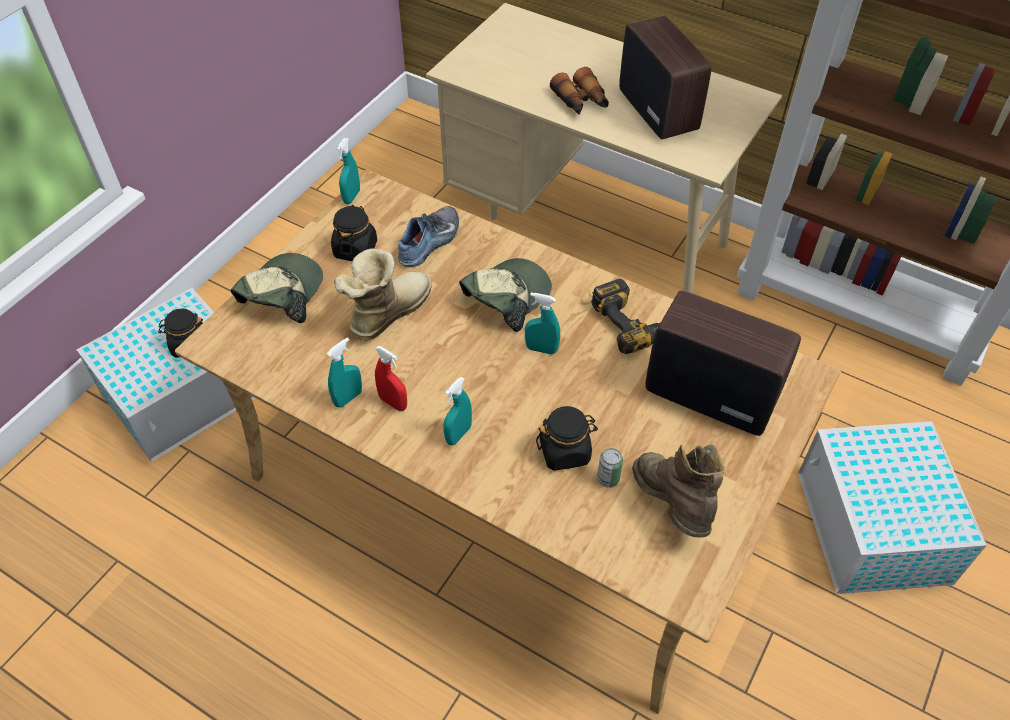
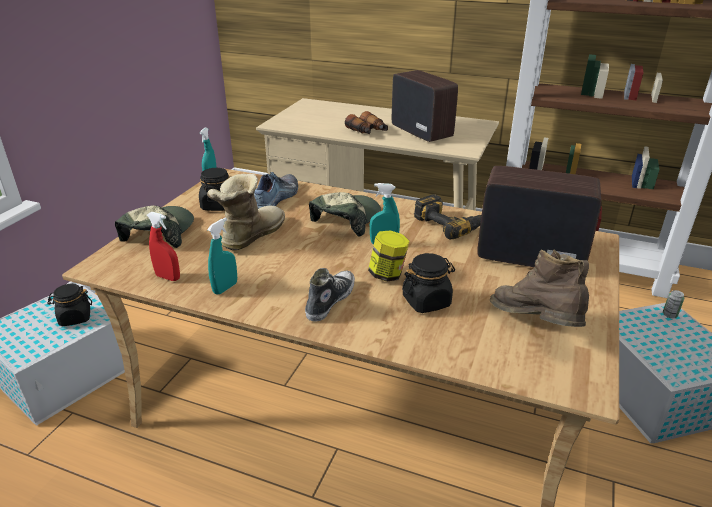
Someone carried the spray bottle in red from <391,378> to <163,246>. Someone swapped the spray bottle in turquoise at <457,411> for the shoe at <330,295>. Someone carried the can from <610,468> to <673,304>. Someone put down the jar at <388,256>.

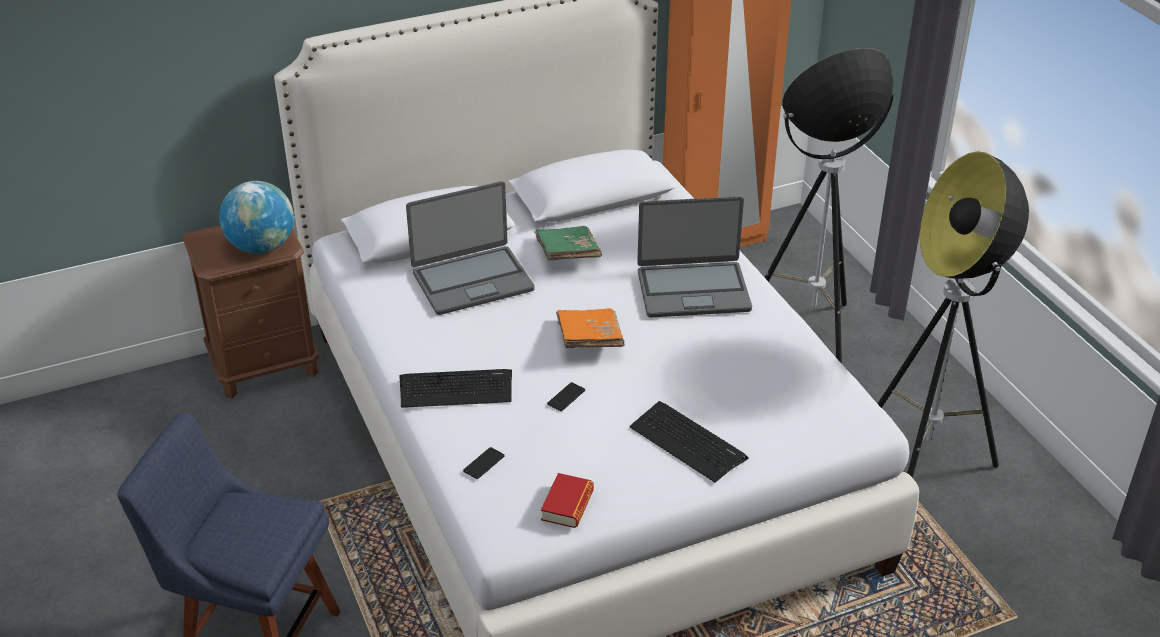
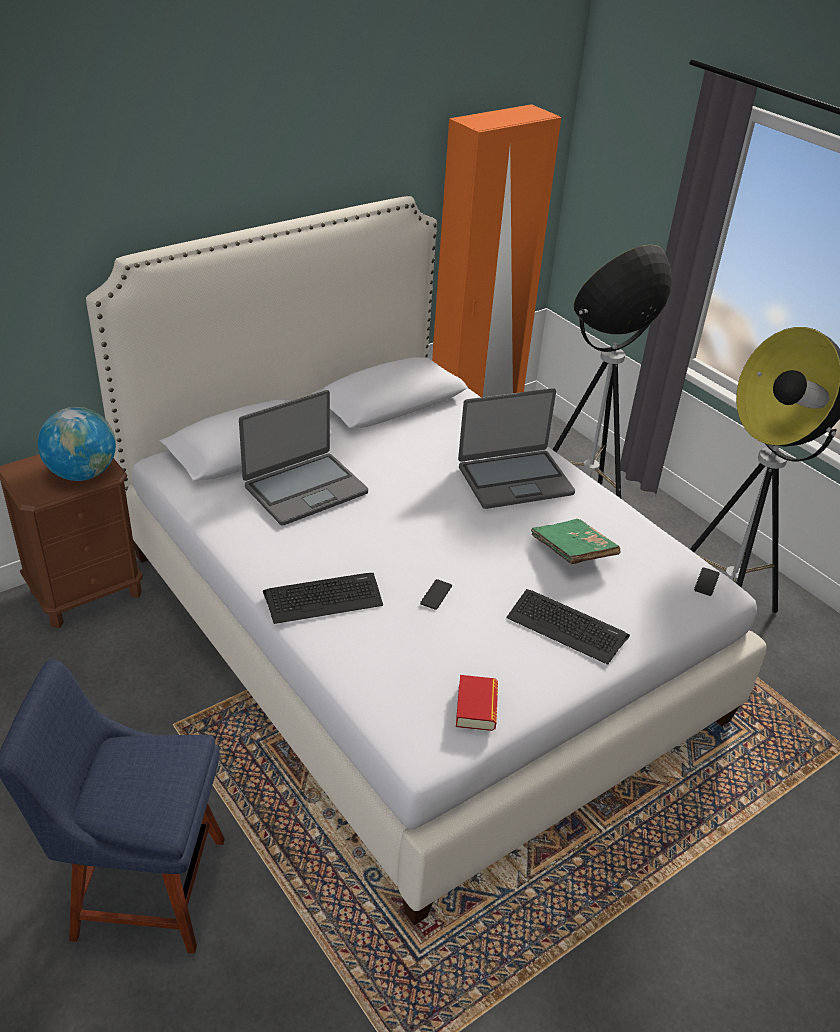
Someone carried the book in green from <568,243> to <575,541>. Someone took away the book in orange at <590,328>. Someone carried the phone from <484,463> to <707,581>.

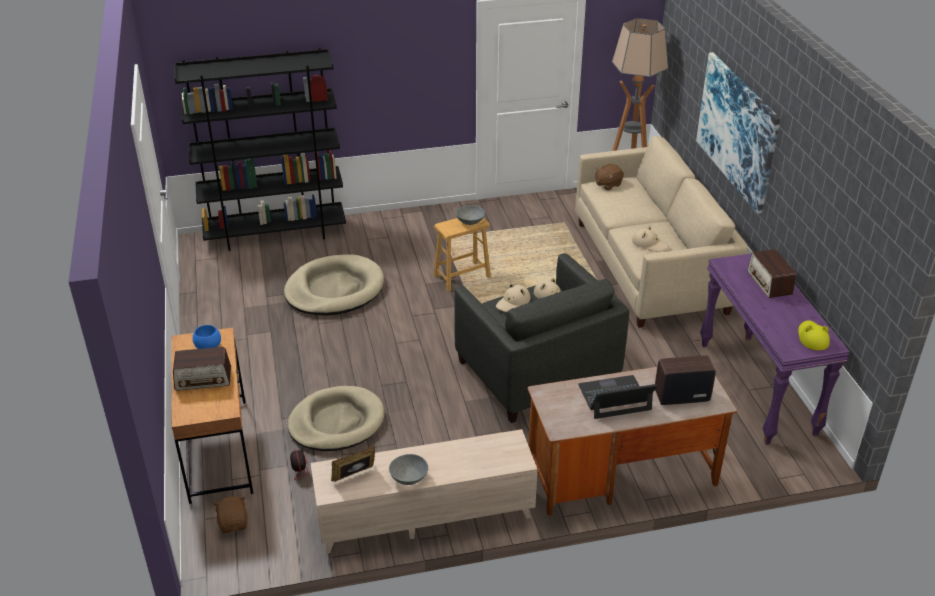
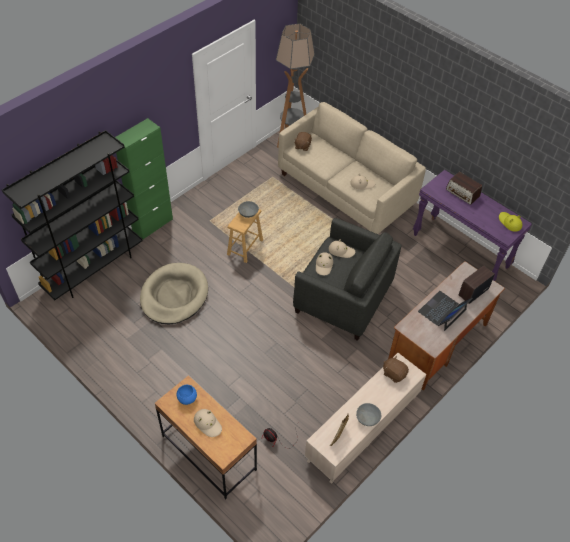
Someone took away the picture at <738,133>. Someone swapped the radio at <202,369> for the hat in beige at <208,423>. Someone took away the dog bed in beige at <336,418>. Someone carried the plush toy in brown from <230,515> to <396,369>. Someone put down the cabinet in green at <144,179>.

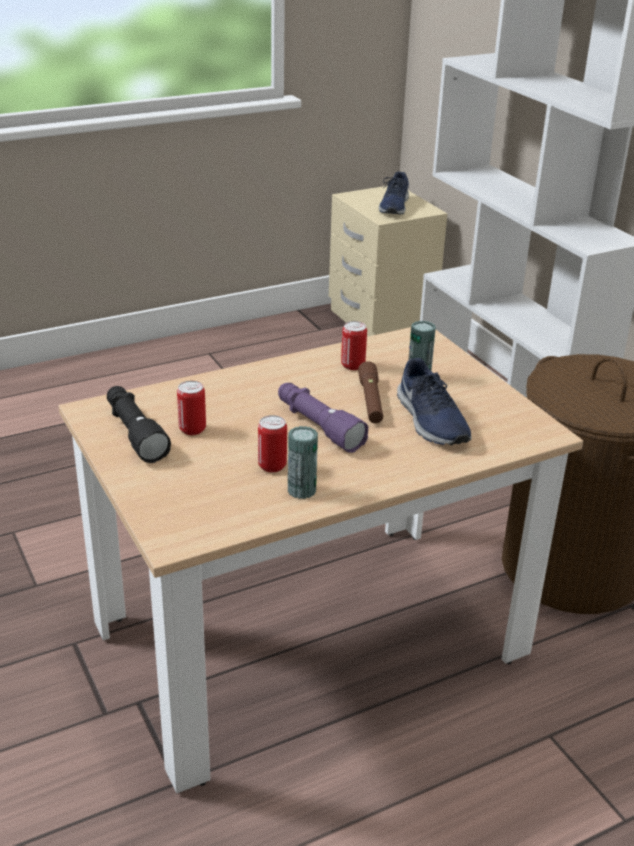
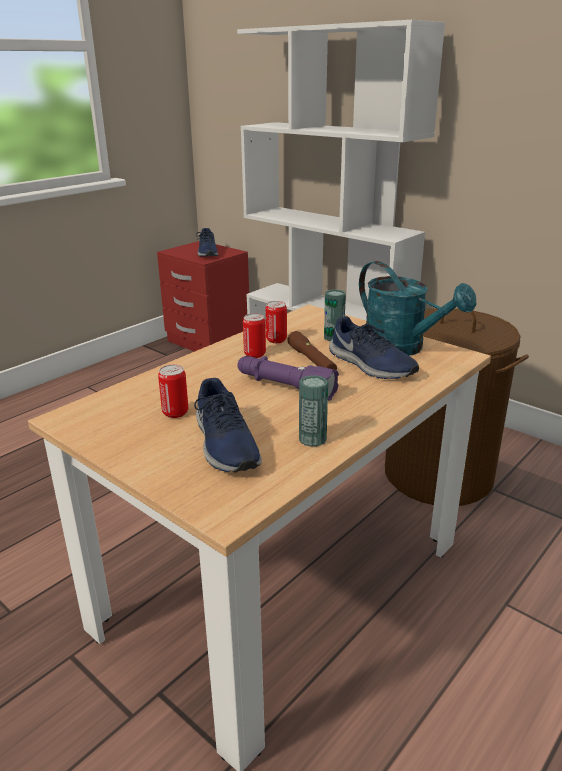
Someone repainted the nightstand in beige at <388,261>, which became the nightstand in red at <203,296>. Someone took away the flashlight in black at <139,424>. Someone carried the can from <272,443> to <254,336>. Someone put down the watering can in turquoise at <417,308>. Someone put down the shoe in blue at <228,425>.

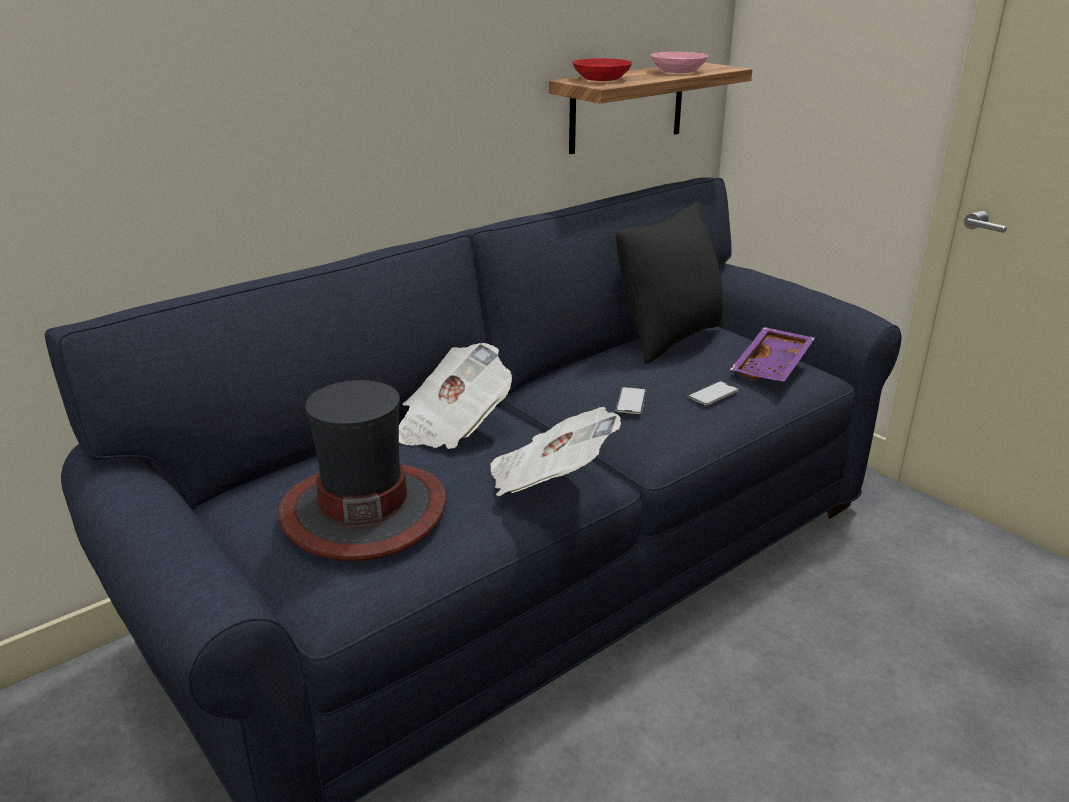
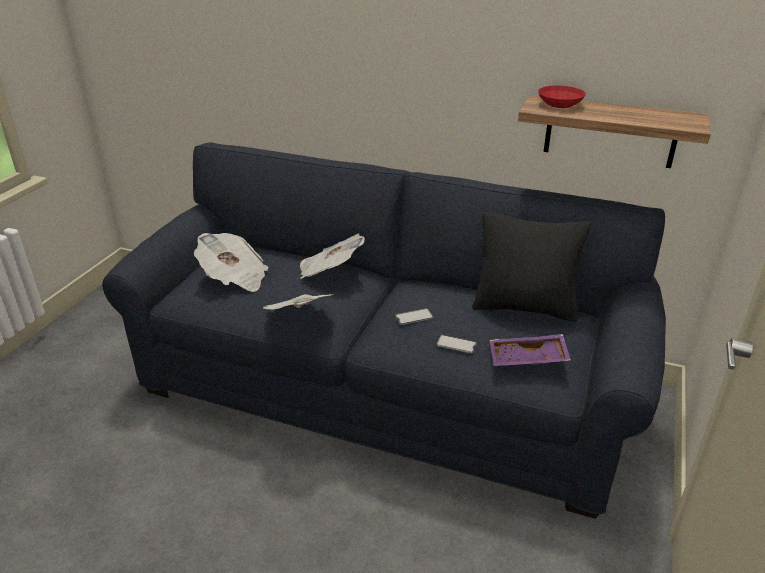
Someone took away the bowl in pink at <679,62>. Someone swapped the hat at <362,470> for the newspaper at <231,262>.

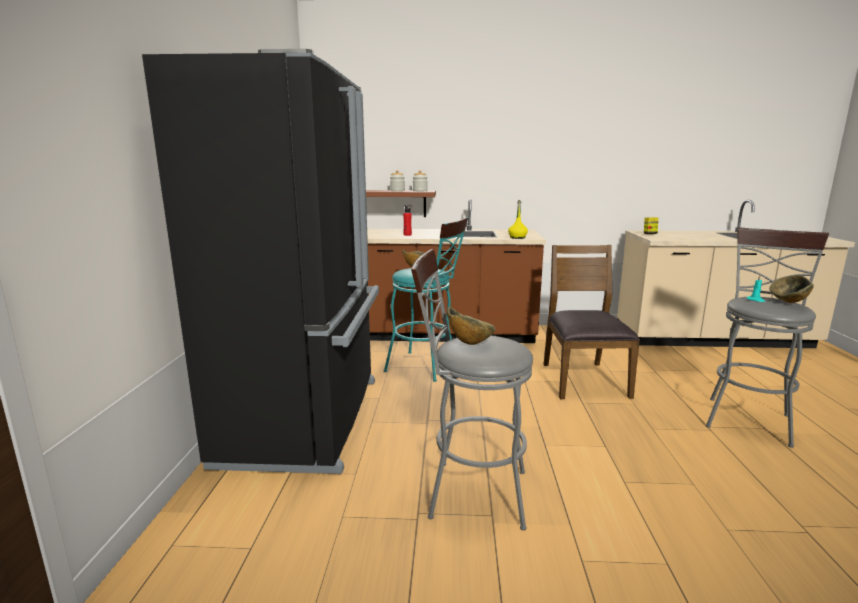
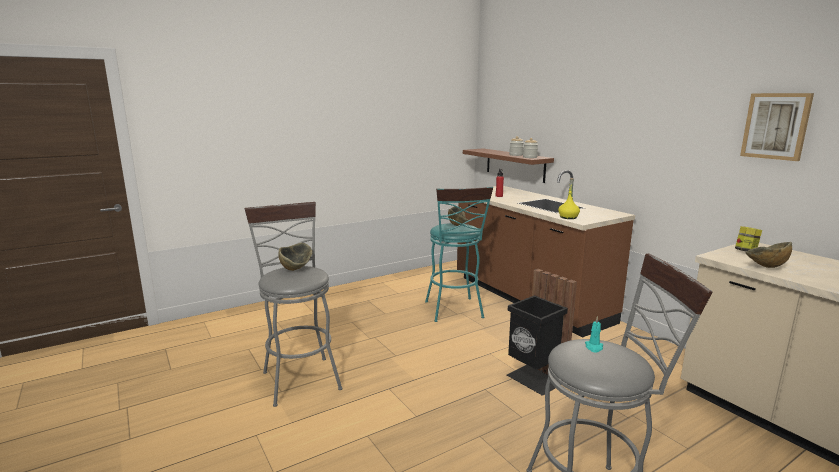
Someone took away the fridge in black at <260,261>. Someone swapped the chair in brown at <592,322> for the trash can in black at <542,332>. Someone carried the bowl from <791,289> to <768,255>. Someone put up the picture at <777,127>.

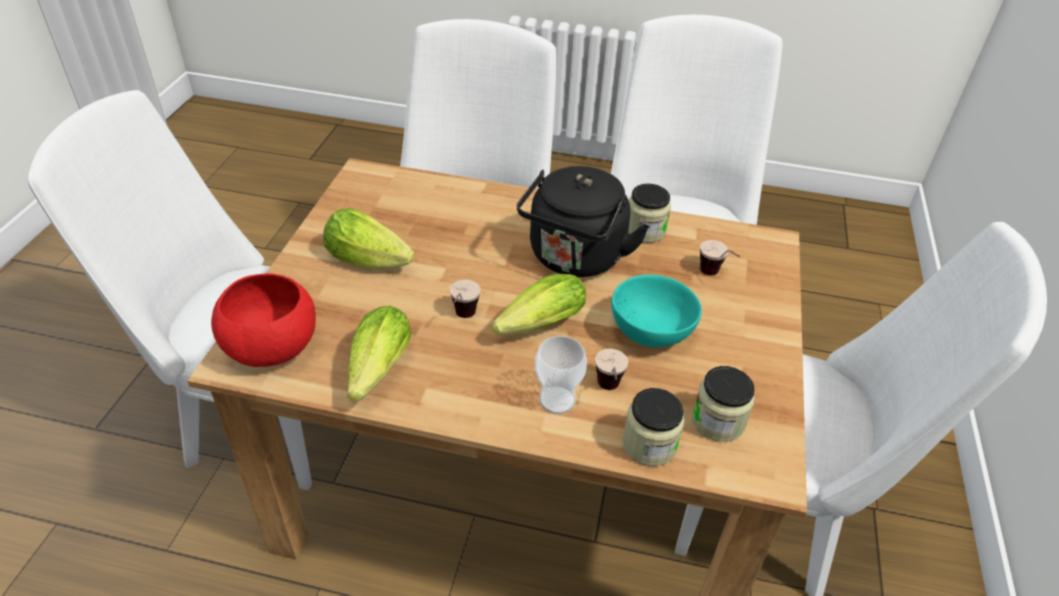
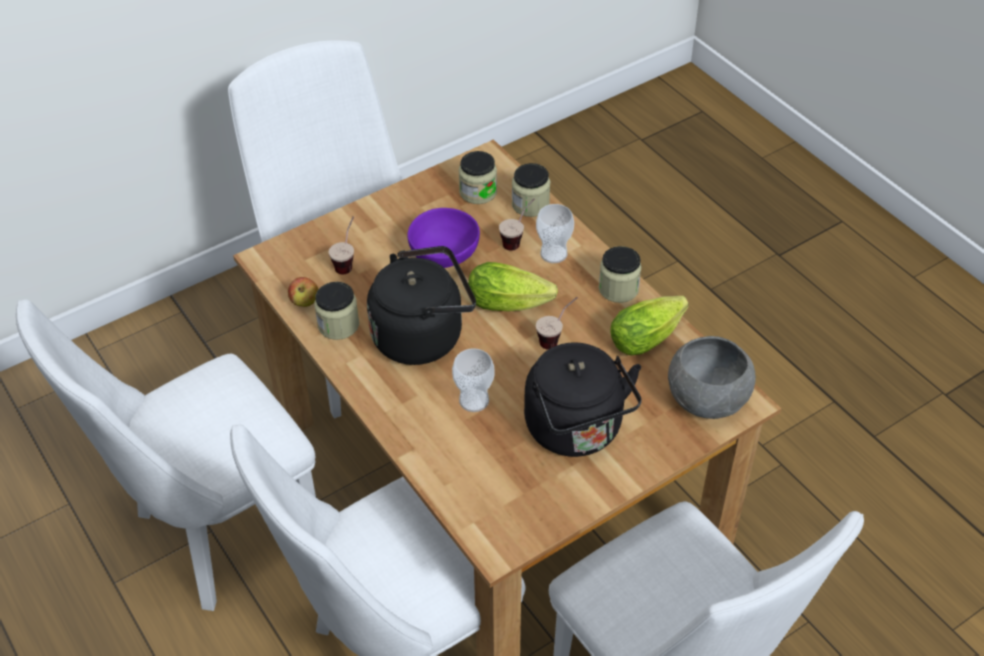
Someone swapped the lettuce at <368,238> for the kettle in black at <583,399>. Someone repainted the bowl in red at <263,320>, which became the bowl in grey at <712,377>. Someone repainted the bowl in turquoise at <656,311>, which became the bowl in purple at <443,238>. Someone put down the jar at <620,274>. Someone put down the apple at <303,292>. Someone put down the cup at <473,380>.

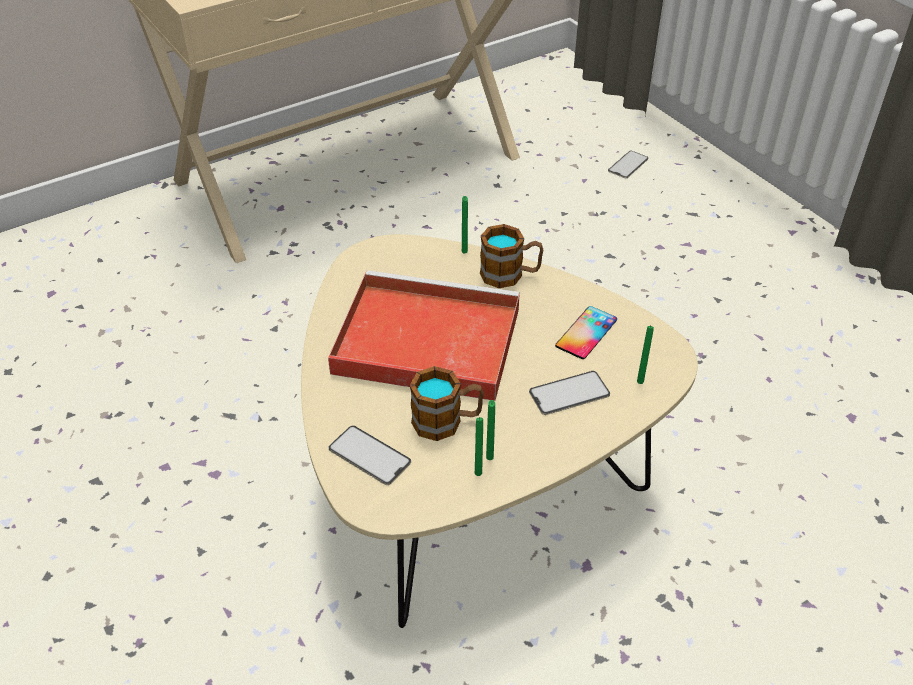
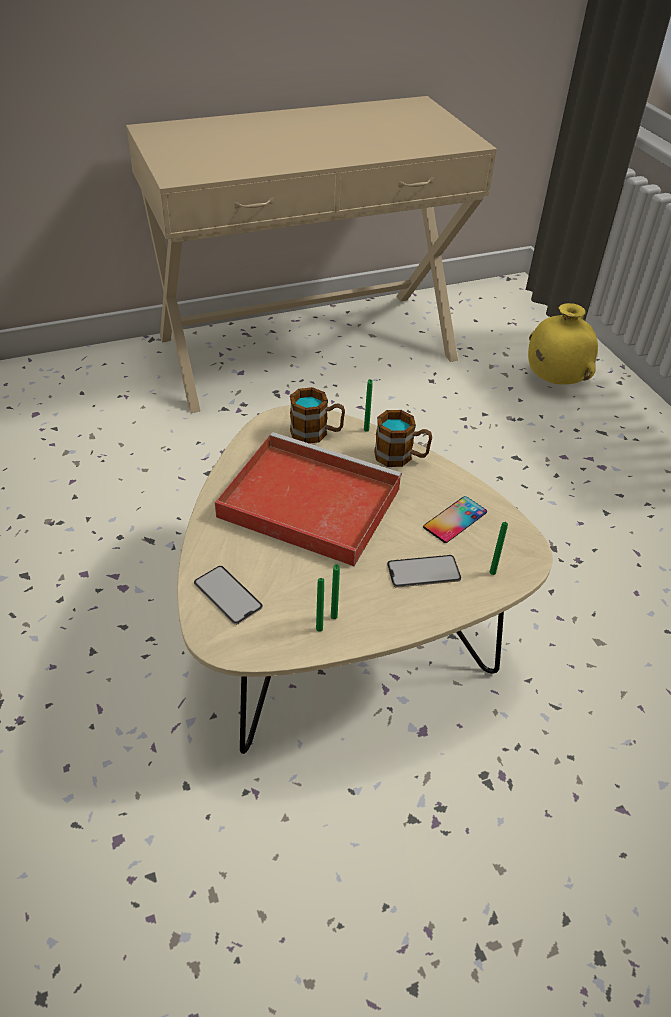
Someone swapped the phone at <628,164> for the vase in yellow at <563,344>. Someone carried the mug from <447,403> to <317,415>.

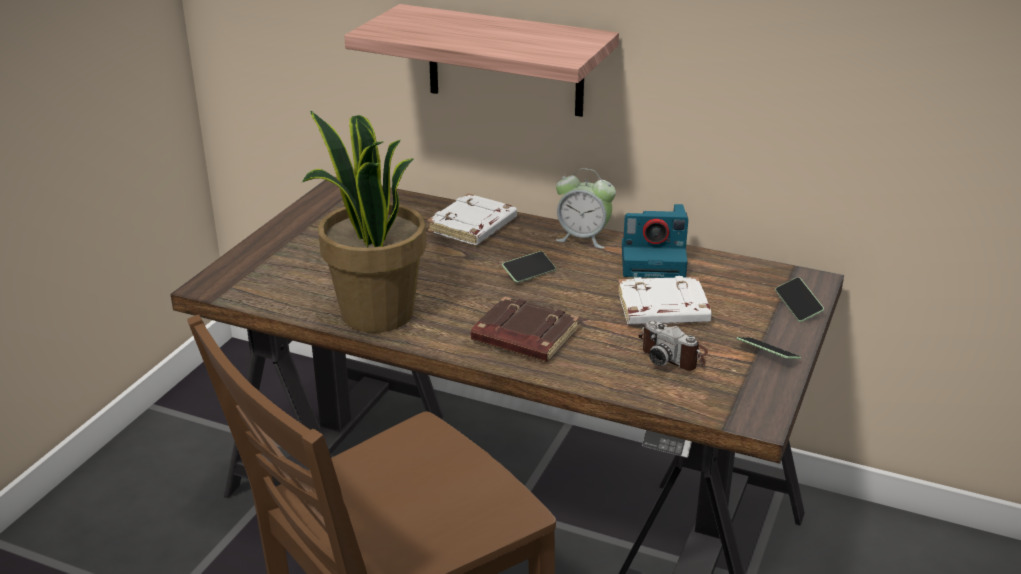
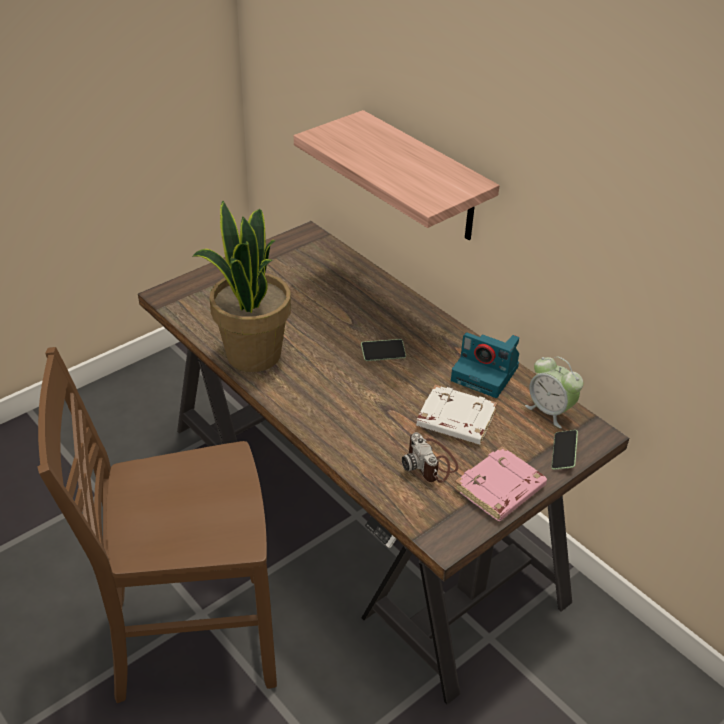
Someone carried the alarm clock from <586,208> to <554,392>. Someone took away the book in white at <472,219>. Someone took away the book in brown at <525,329>. Someone swapped the phone at <769,348> for the book in pink at <500,483>.

